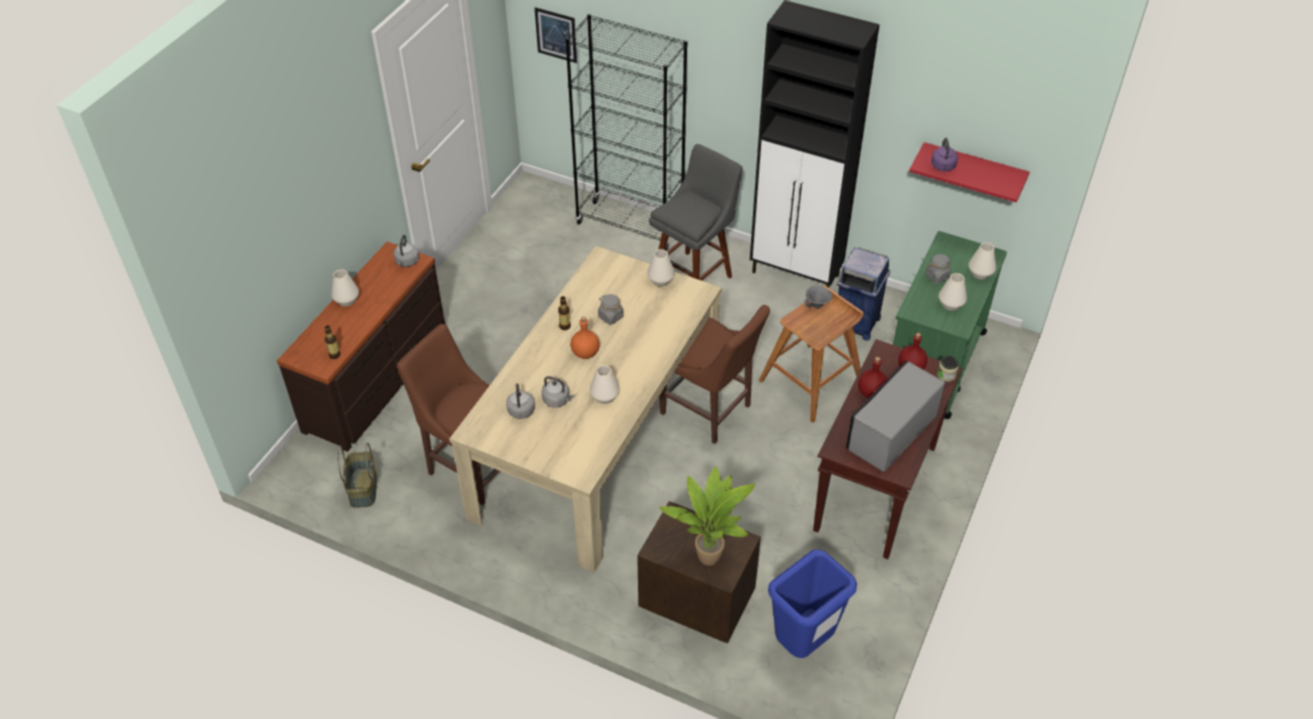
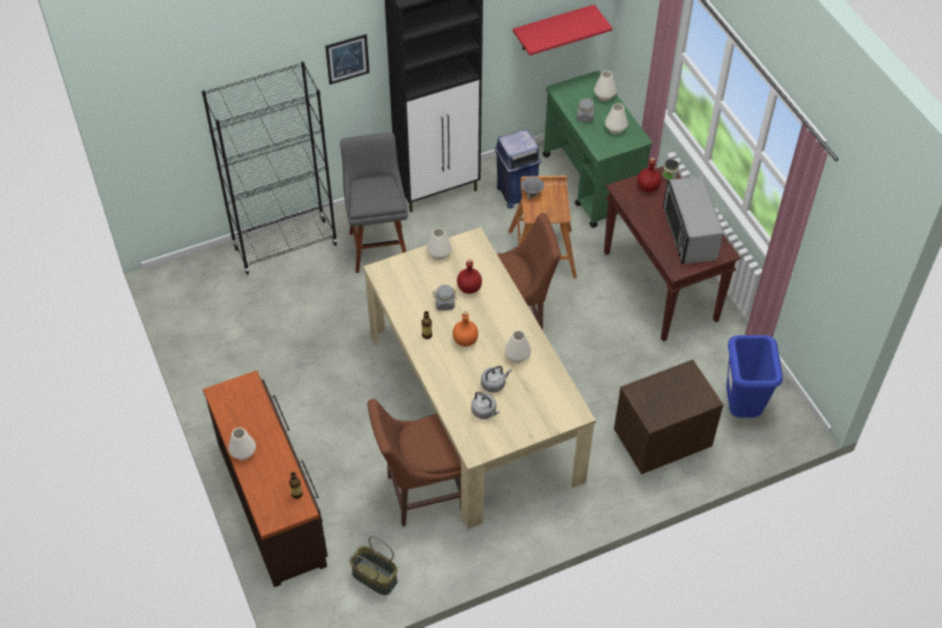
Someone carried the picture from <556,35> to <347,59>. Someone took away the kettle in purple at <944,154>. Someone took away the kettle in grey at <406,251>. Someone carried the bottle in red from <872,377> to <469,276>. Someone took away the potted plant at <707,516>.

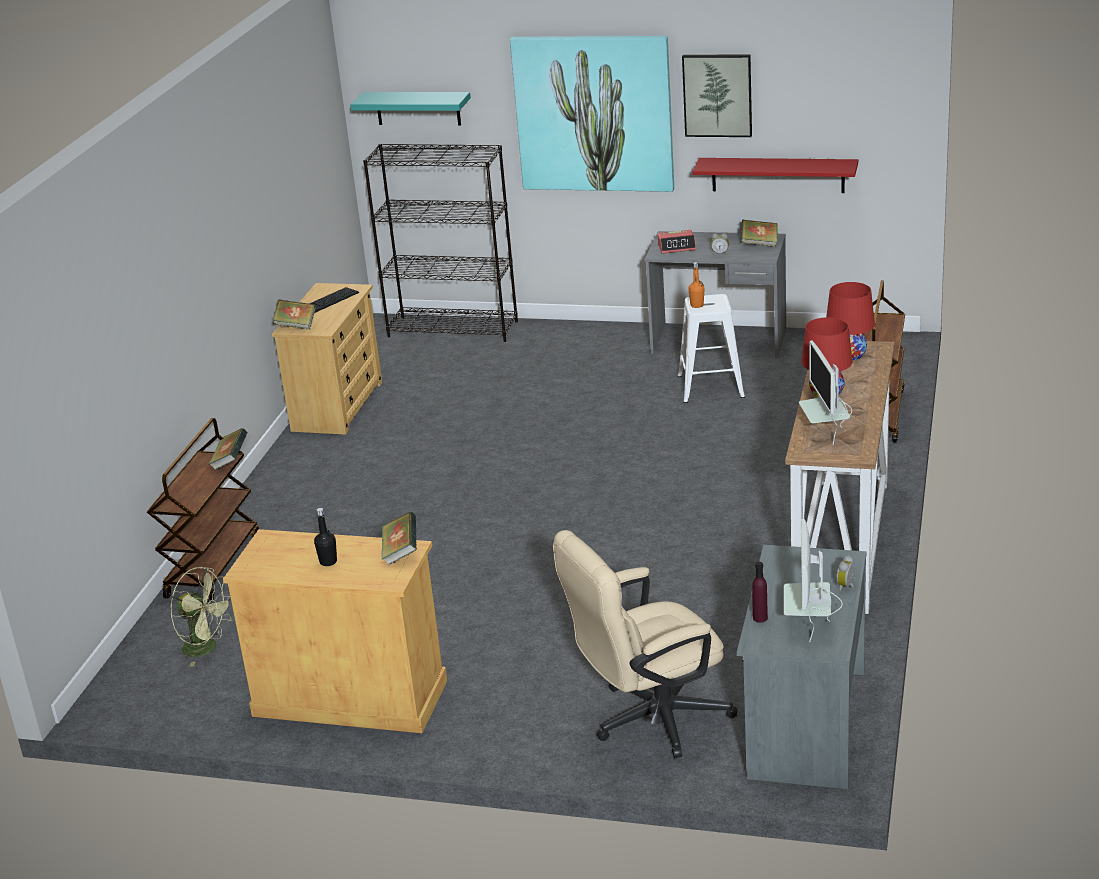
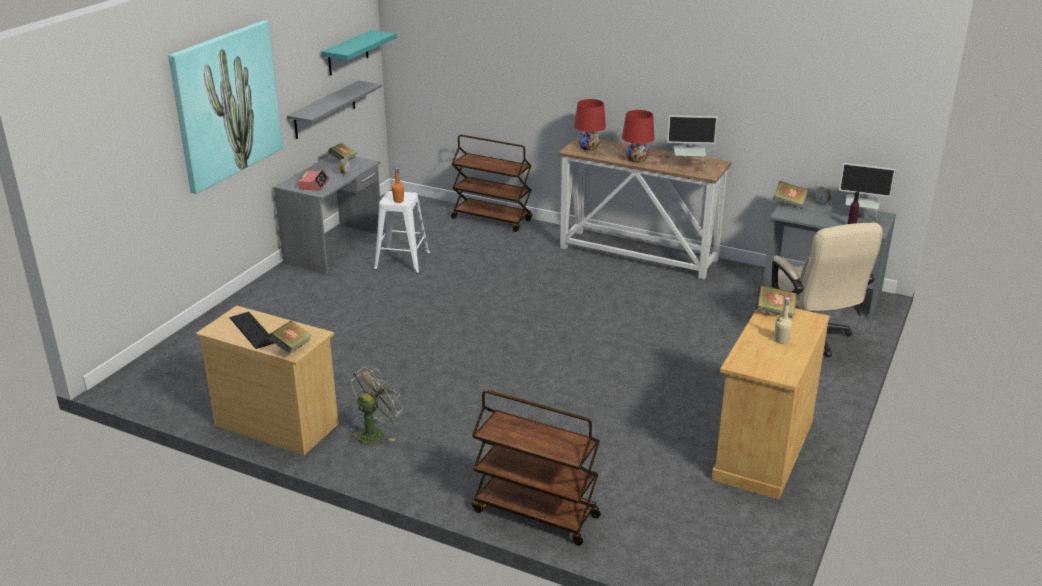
Someone took away the picture at <717,95>. Someone carried the shelf in turquoise from <410,109> to <359,53>. Someone took away the bookcase in black at <440,242>. Someone repainted the shelf in red at <775,175>, which became the shelf in grey at <334,109>. Someone carried the book from <228,449> to <790,195>. Someone repainted the bottle in black at <325,537>, which became the bottle in beige at <784,320>. Someone carried the fan in green from <201,617> to <376,406>.

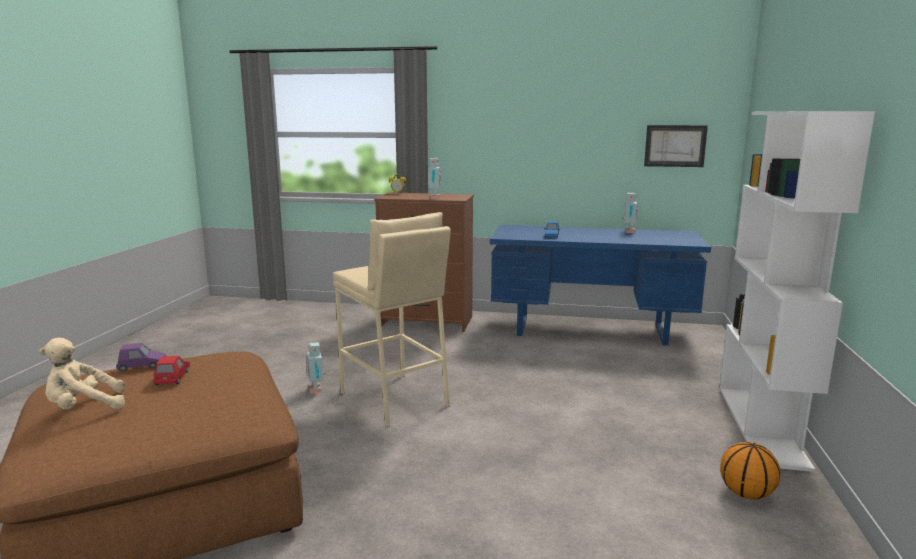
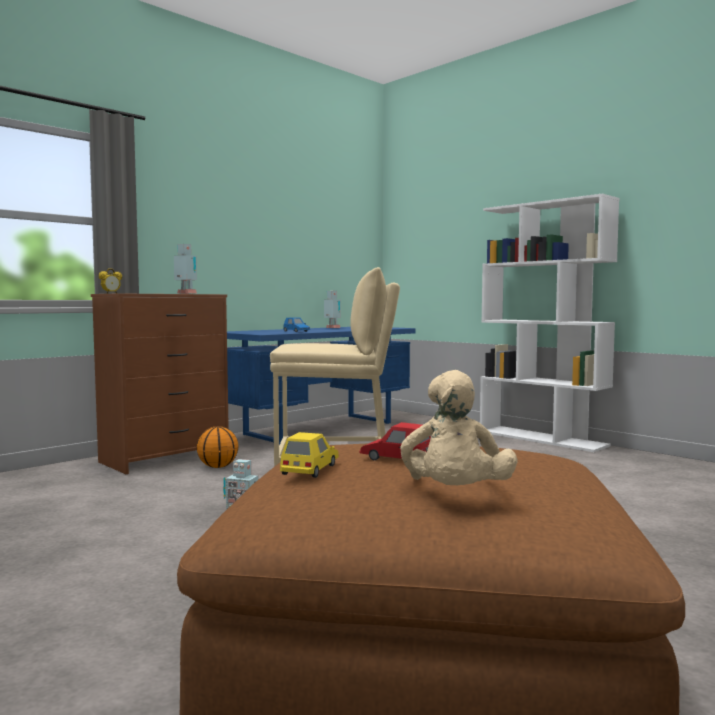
Someone took away the picture at <676,146>. Someone repainted the toy car in purple at <141,357>, which became the toy car in yellow at <309,455>. Someone carried the basketball from <750,470> to <217,447>.

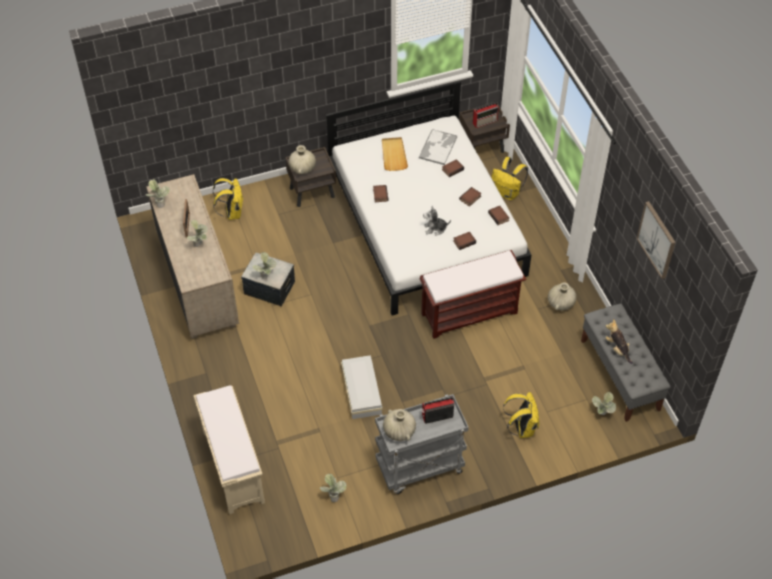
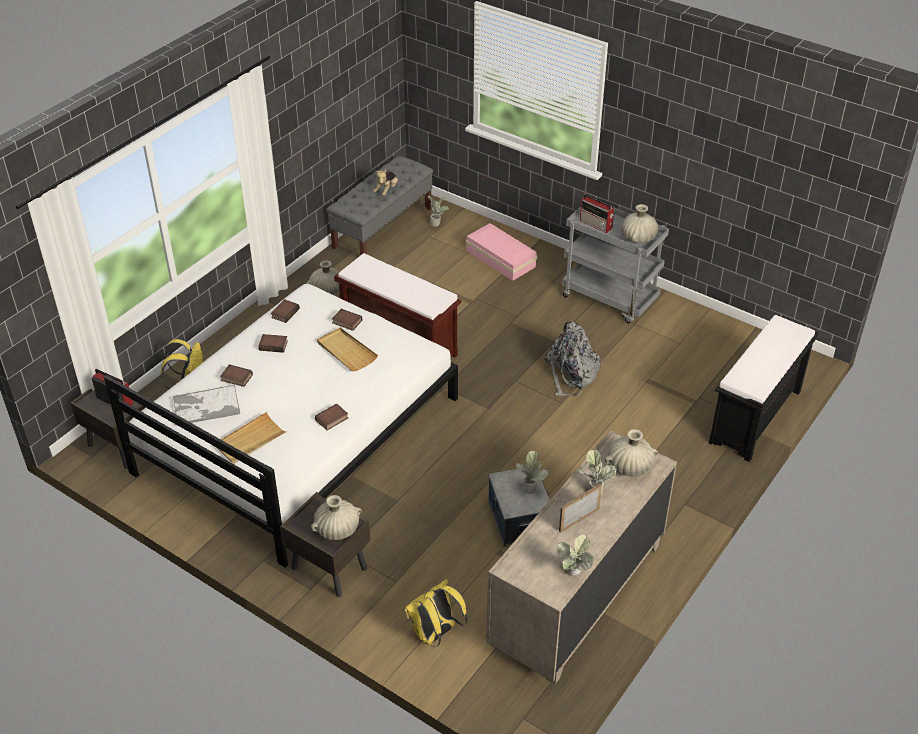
Someone took away the picture at <656,240>. Someone swapped the plush toy at <437,221> for the tray in beige at <347,350>. Someone swapped the storage box in white at <361,387> for the backpack in grey at <573,358>. Someone repainted the bench in beige at <229,449>, which became the bench in black at <764,388>. Someone swapped the backpack in yellow at <521,415> for the storage box in pink at <501,252>. Someone took away the potted plant at <333,488>. Someone put down the vase in beige at <631,453>.

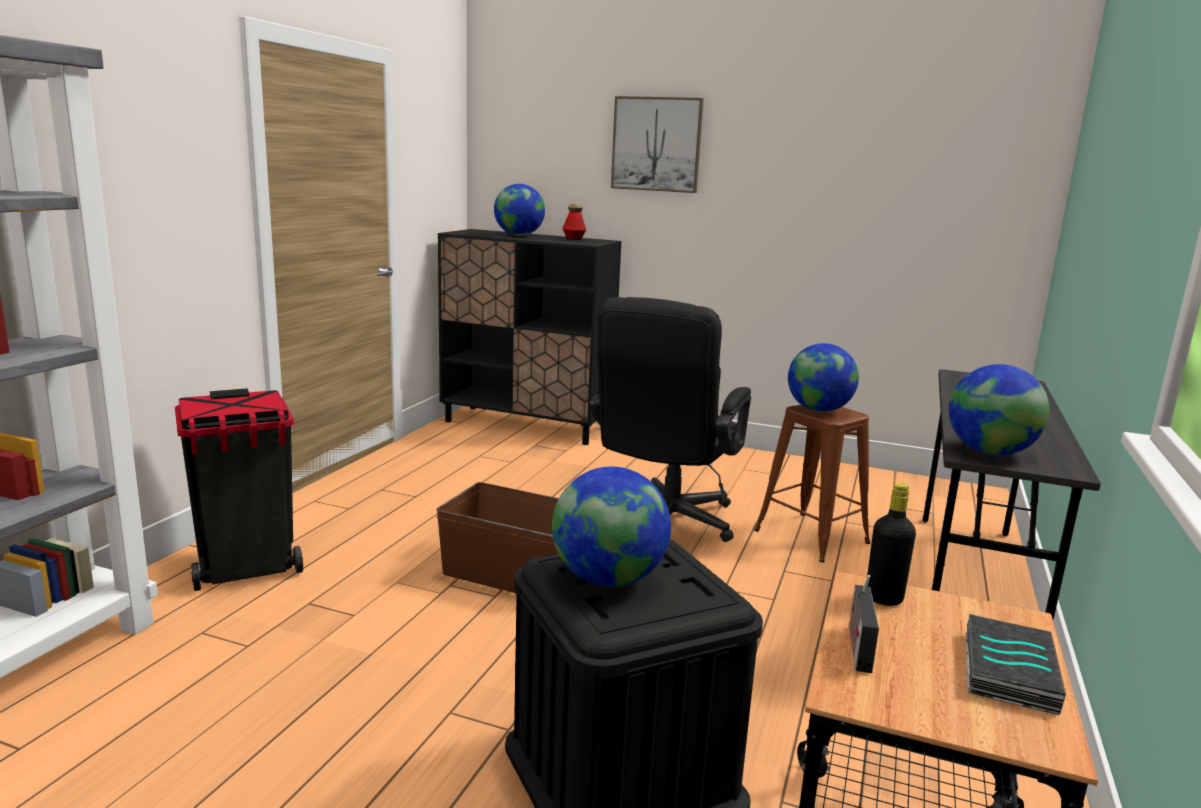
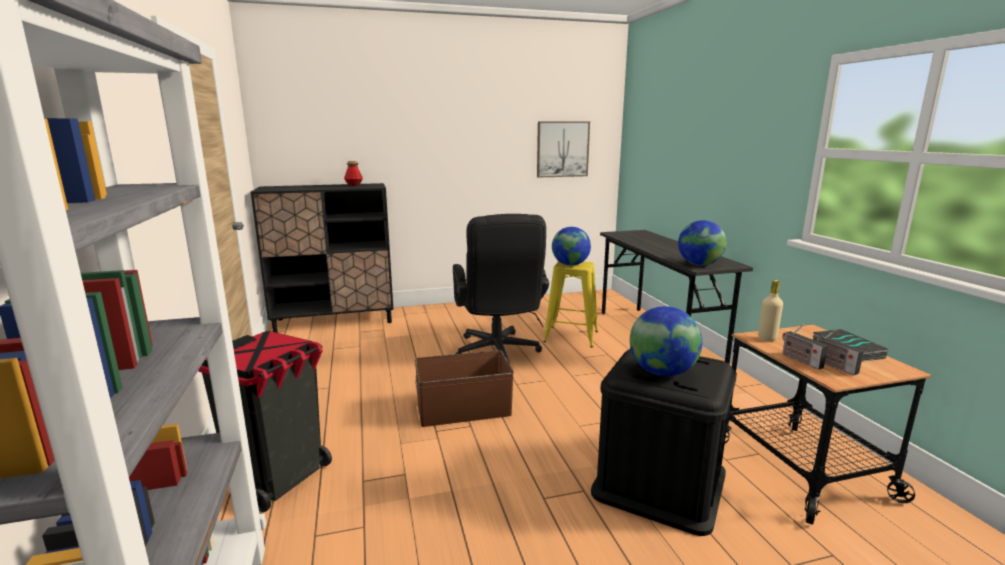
Someone carried the picture from <657,144> to <563,149>. Someone took away the globe at <519,210>. Someone repainted the stool in brown at <812,484>, which became the stool in yellow at <570,304>. Someone repainted the bottle in black at <891,544>, which became the bottle in beige at <770,310>. Someone put down the radio at <838,352>.

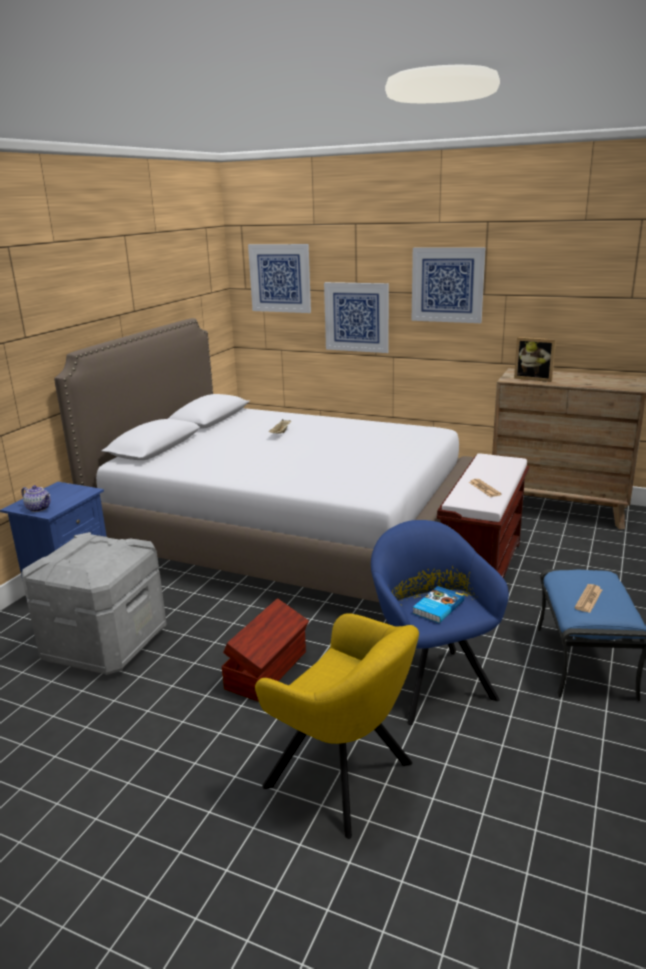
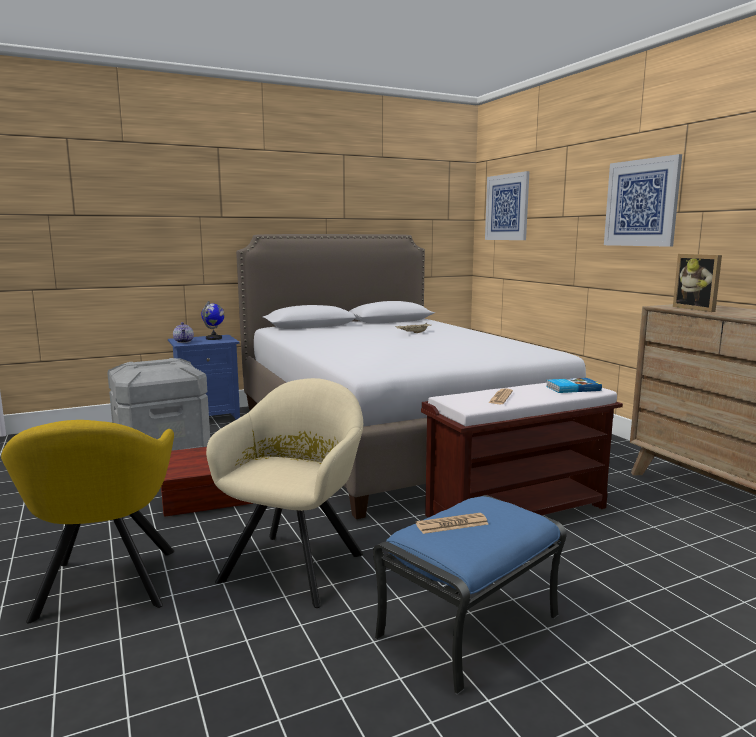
Someone took away the picture at <356,317>. Someone repainted the armchair in blue at <440,622>, which became the armchair in beige at <284,493>. Someone carried the book from <438,604> to <574,385>. Someone put down the globe at <213,320>.

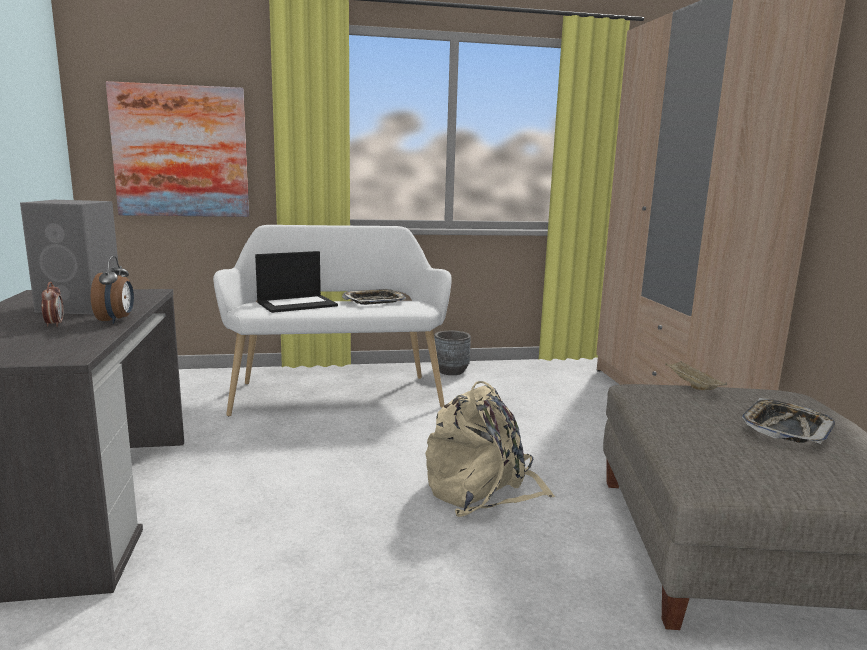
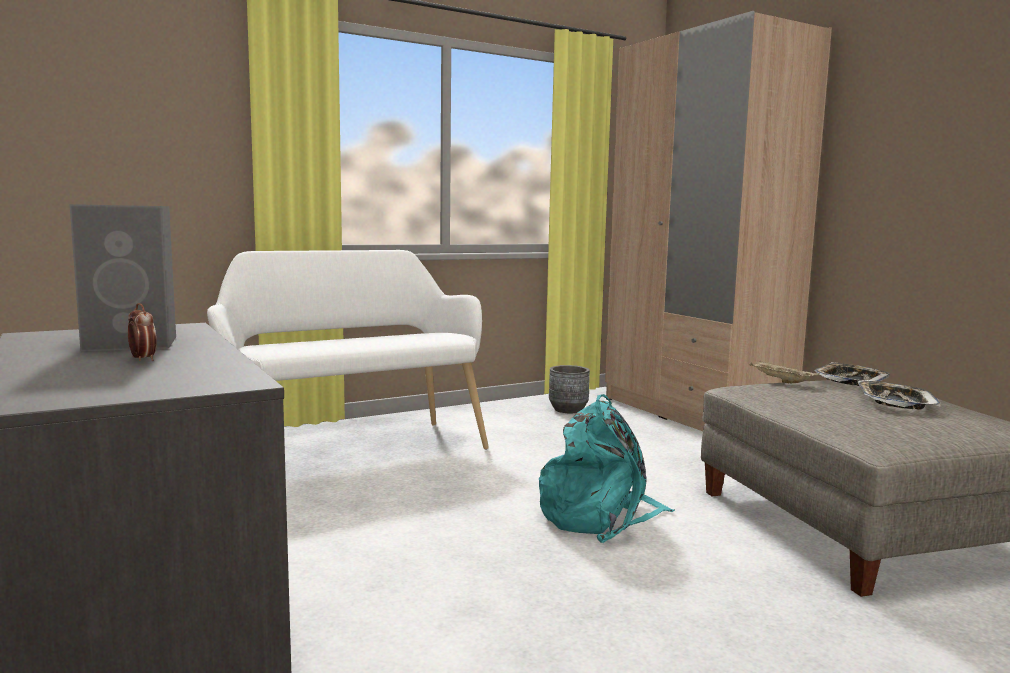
Someone took away the picture at <177,149>. Someone took away the laptop at <296,282>. Someone took away the alarm clock at <112,290>. Someone carried the tray from <374,297> to <852,374>. Someone carried the planter in grey from <452,352> to <569,389>. Someone repainted the backpack in beige at <490,449>, which became the backpack in turquoise at <607,468>.

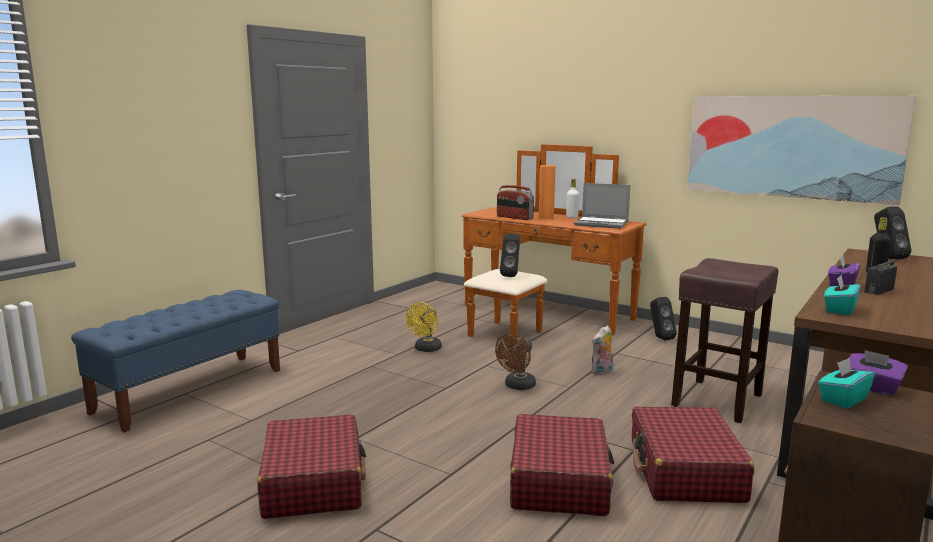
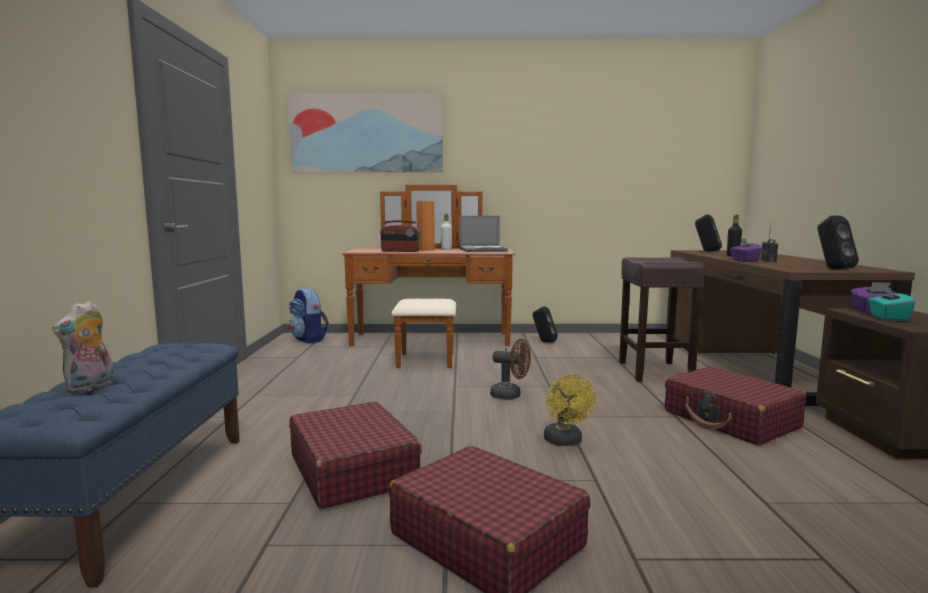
Someone carried the picture from <801,150> to <365,132>. Someone carried the speaker in black from <510,255> to <838,242>. Someone took away the tissue box in turquoise at <842,295>. Someone carried the fan in yellow from <424,327> to <570,410>. Someone carried the plush toy from <602,350> to <83,347>. Someone rotated the fan in brown at <515,361> by 75 degrees counterclockwise. Someone carried the suitcase in red from <562,465> to <355,455>. Someone put down the backpack at <309,315>.

